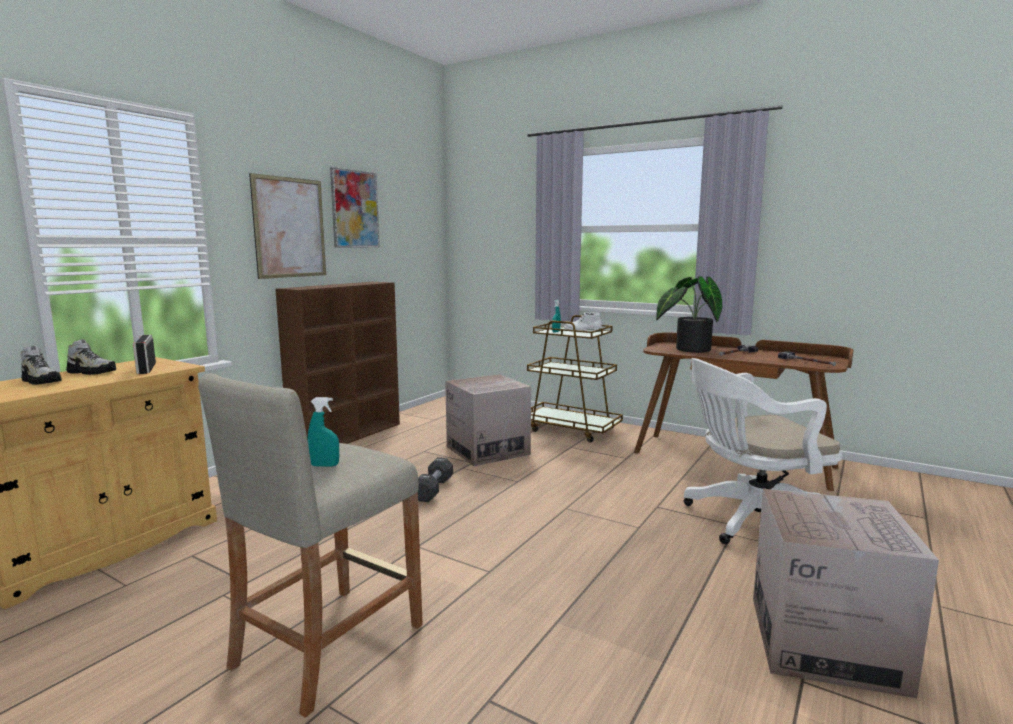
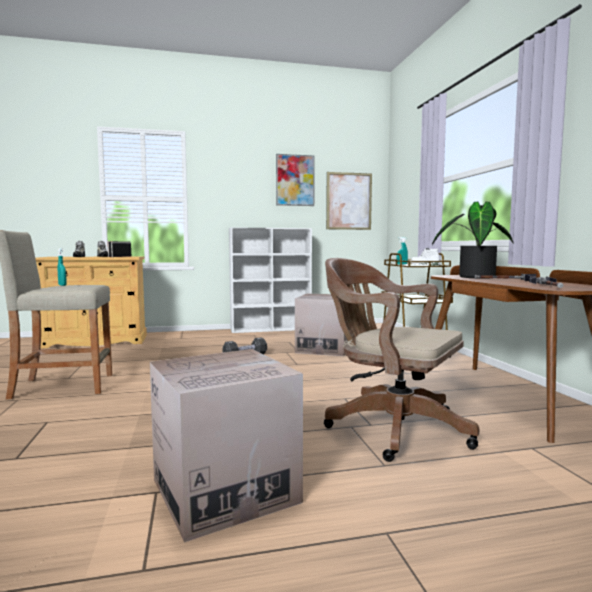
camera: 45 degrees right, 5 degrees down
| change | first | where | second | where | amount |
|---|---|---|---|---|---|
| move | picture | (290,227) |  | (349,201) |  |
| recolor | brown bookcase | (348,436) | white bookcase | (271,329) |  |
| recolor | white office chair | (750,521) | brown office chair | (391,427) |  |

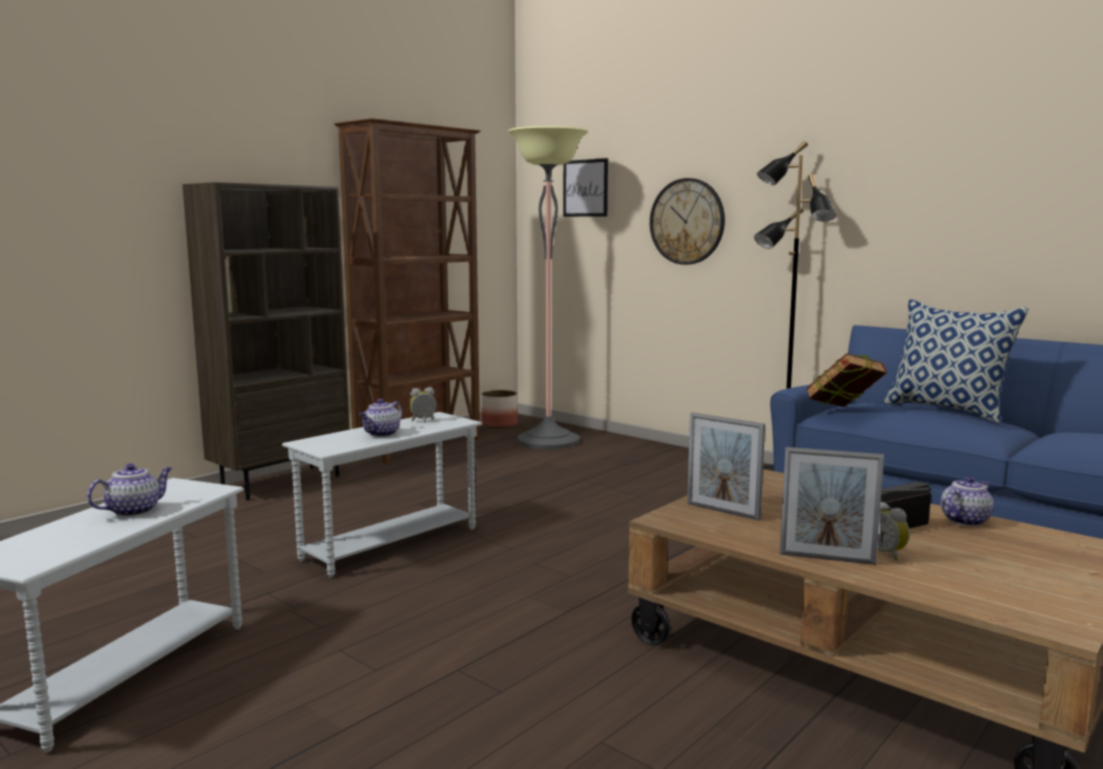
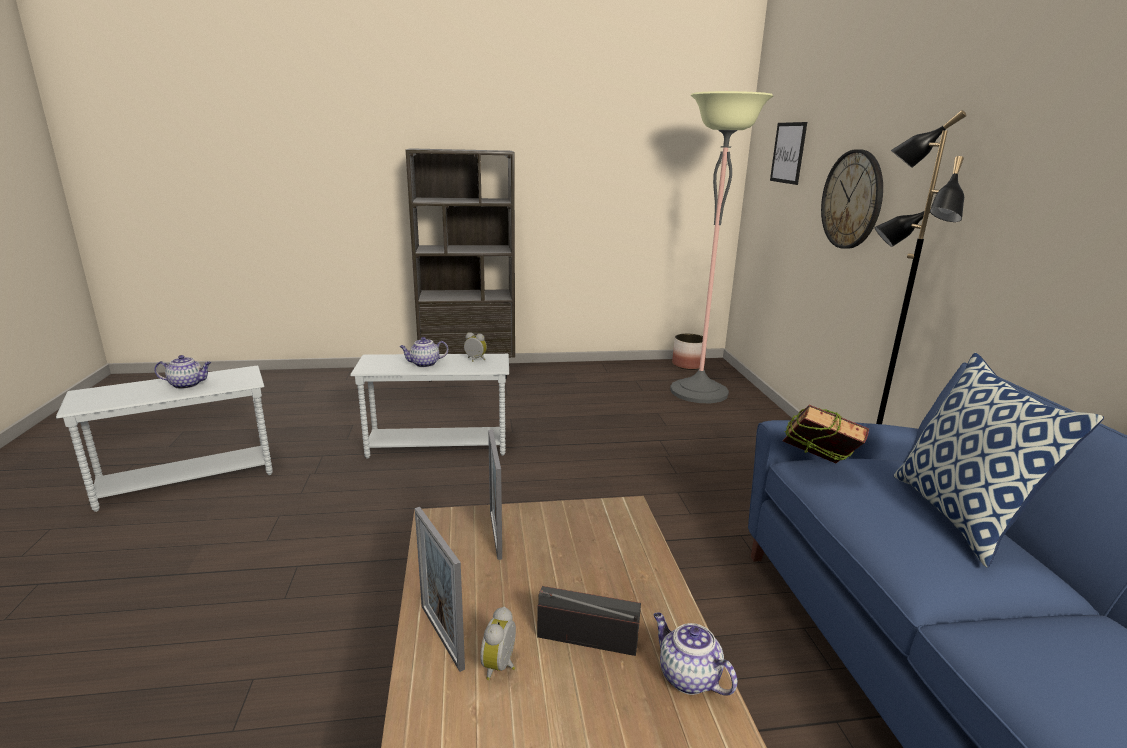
camera: 40 degrees right, 10 degrees up
| change | first | where | second | where | amount |
|---|---|---|---|---|---|
| delete | brown bookcase | (420,446) |  |  |  |
| rotate | teapot | (965,520) |  | (687,677) | 135 degrees counterclockwise |

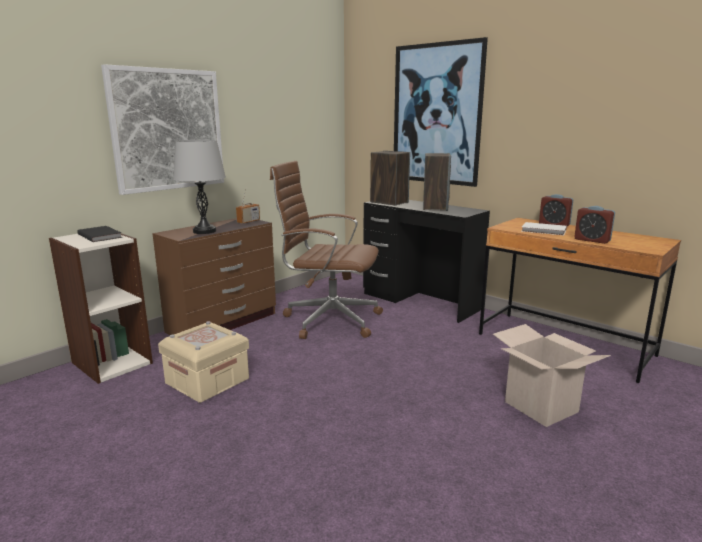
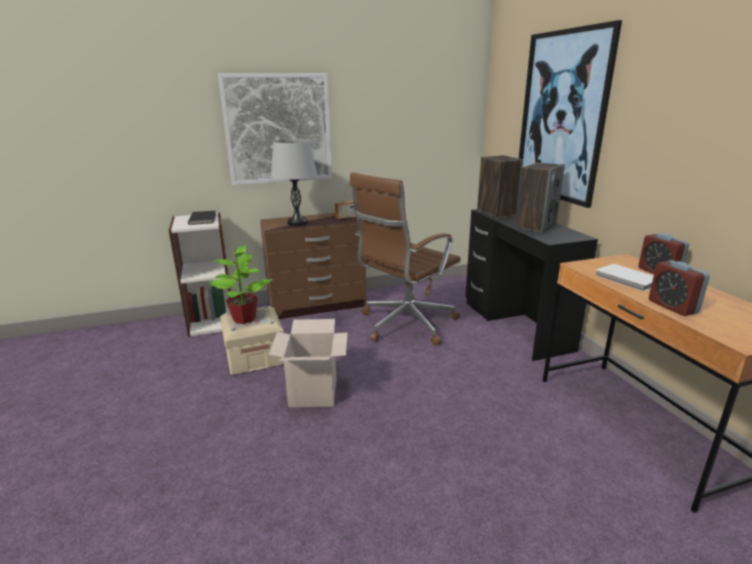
camera: 30 degrees right, 5 degrees up
| change | first | where | second | where | amount |
|---|---|---|---|---|---|
| insert |  |  | potted plant | (244,318) |  |
| move | cardboard box | (541,406) |  | (313,392) |  |
| rotate | brown office chair | (329,320) |  | (405,324) | 90 degrees counterclockwise |

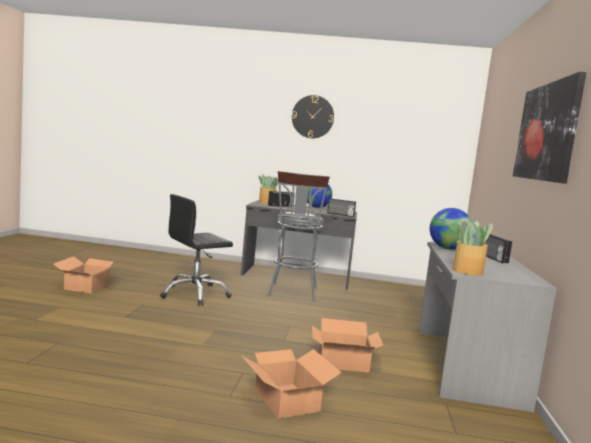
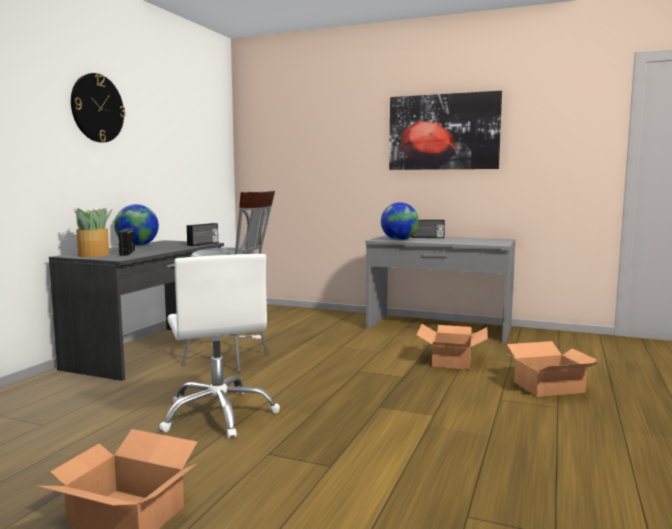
camera: 75 degrees left, 0 degrees up
| change | first | where | second | where | amount |
|---|---|---|---|---|---|
| delete | potted plant | (468,271) |  |  |  |
| recolor | black office chair | (194,294) | white office chair | (219,414) |  |

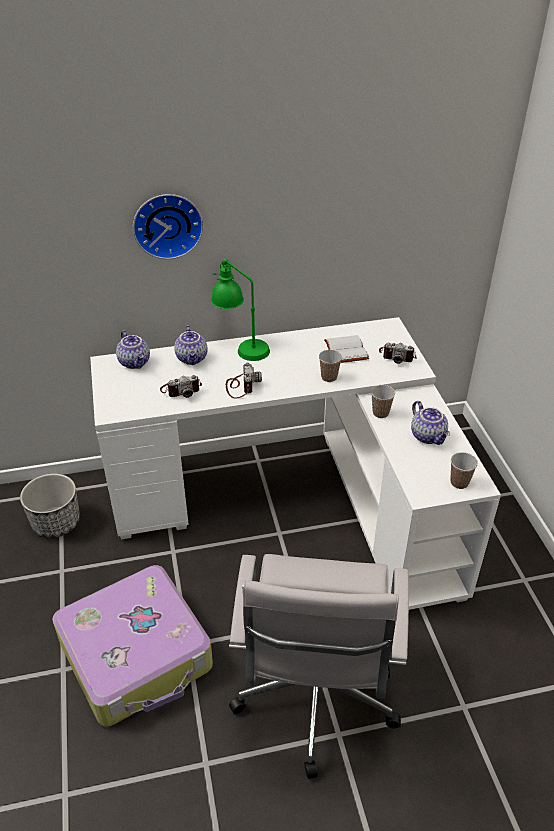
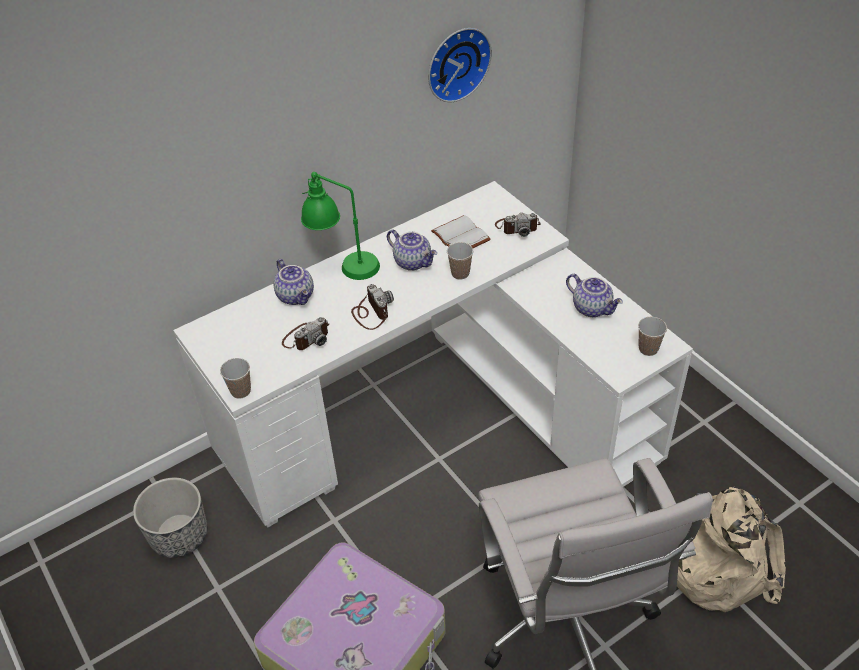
camera: 20 degrees left, 5 degrees up
| change | first | where | second | where | amount |
|---|---|---|---|---|---|
| insert |  |  | beige backpack | (716,561) |  |
| move | teapot | (135,362) |  | (413,262) |  |
| move | wall clock | (167,224) |  | (456,63) |  |
| move | cup | (380,413) |  | (241,391) |  |

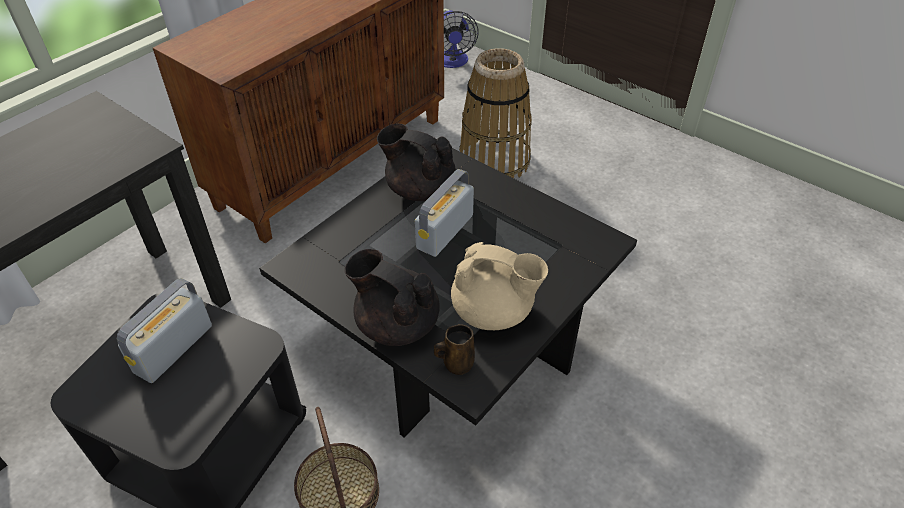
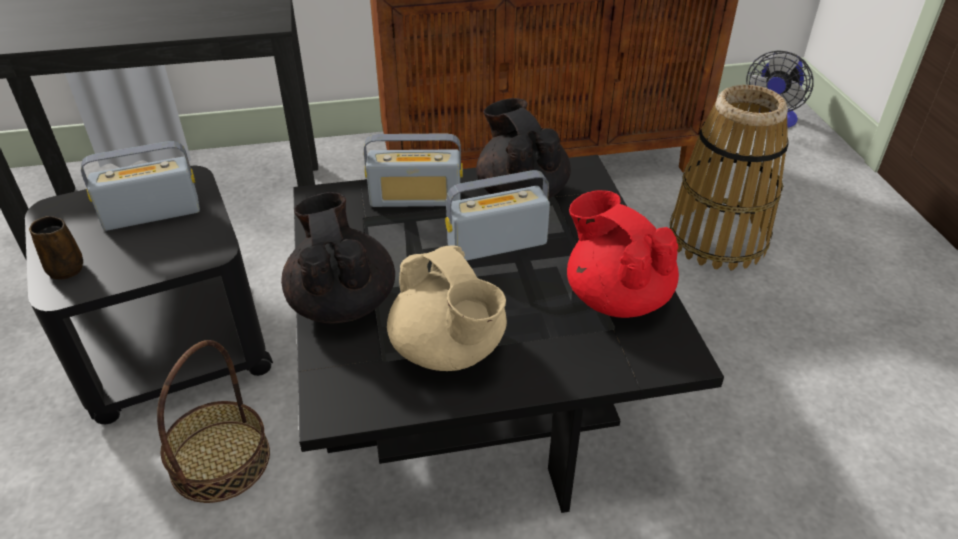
camera: 40 degrees right, 5 degrees down
| change | first | where | second | where | amount |
|---|---|---|---|---|---|
| insert |  |  | radio | (416,199) |  |
| insert |  |  | red teapot | (616,296) |  |
| move | brown mug | (456,363) |  | (64,268) |  |

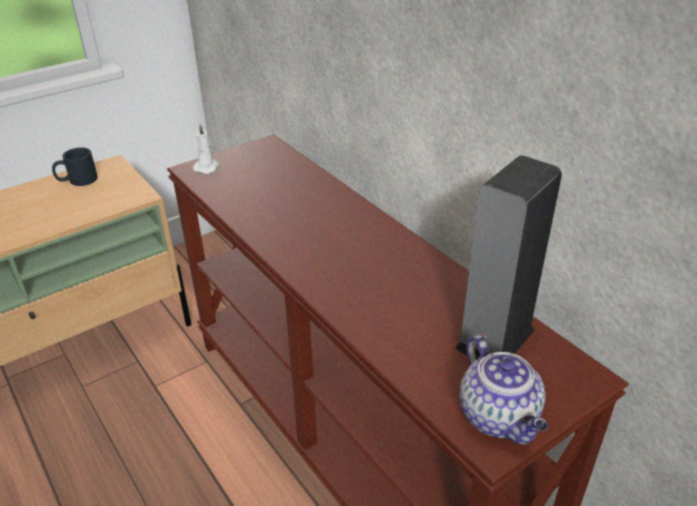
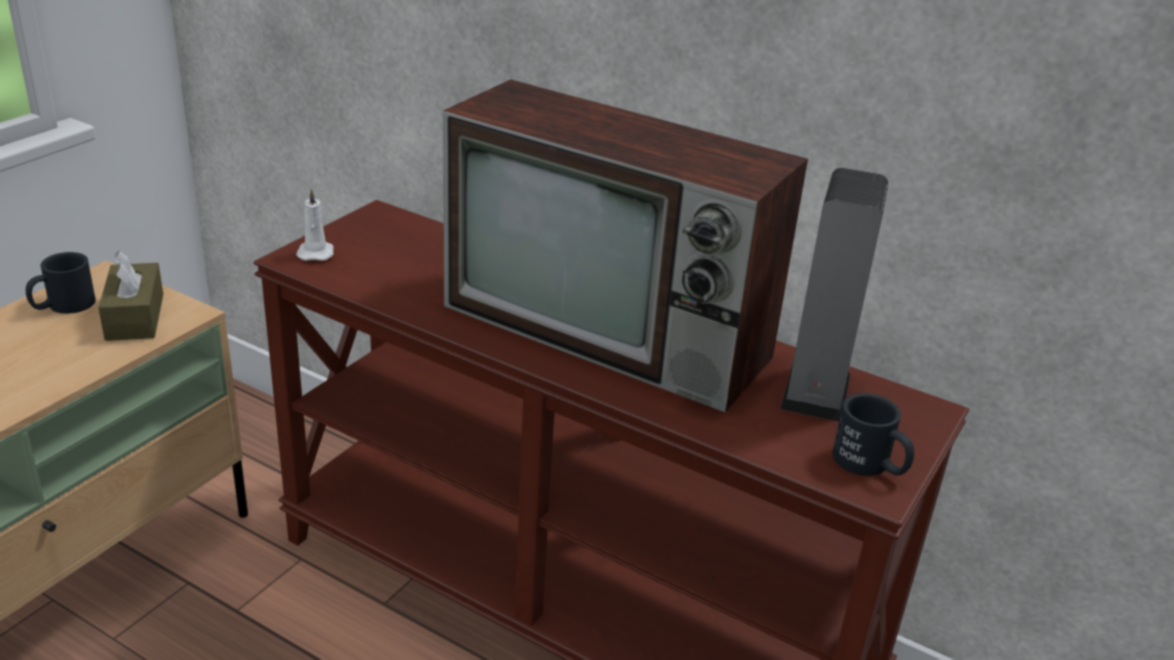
camera: 25 degrees left, 5 degrees down
| change | first | where | second | where | amount |
|---|---|---|---|---|---|
| insert |  |  | brown tissue box | (135,317) |  |
| insert |  |  | television | (612,333) |  |
| replace | teapot | (500,418) | black mug | (870,465) |  |

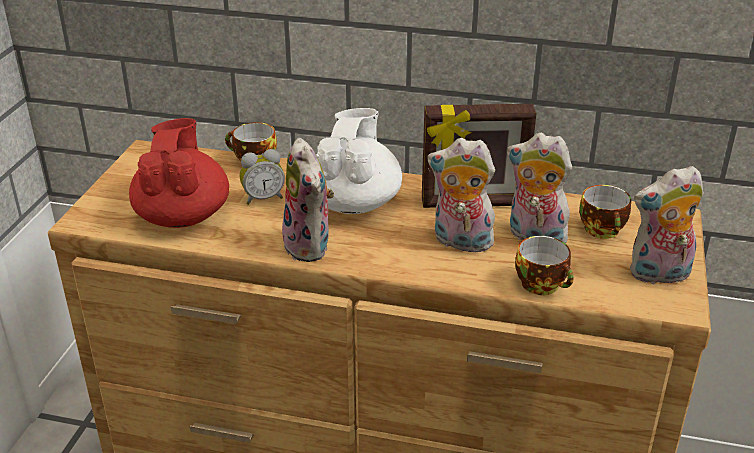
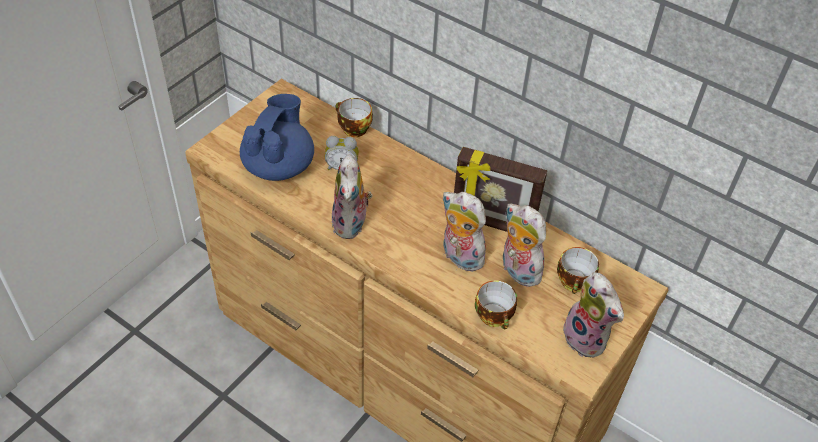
camera: 20 degrees right, 15 degrees up
| change | first | where | second | where | amount |
|---|---|---|---|---|---|
| delete | white teapot | (354,202) |  |  |  |
| recolor | red teapot | (183,215) | blue teapot | (279,166) |  |
| rotate | plush toy | (658,275) |  | (587,339) | 135 degrees counterclockwise |

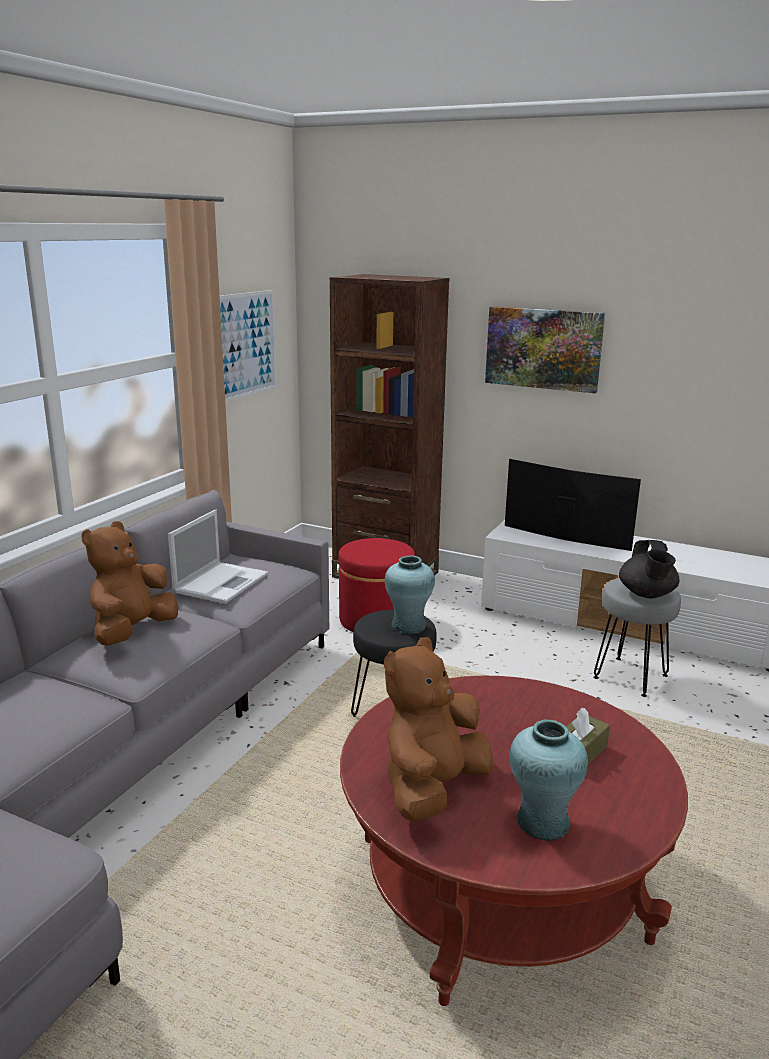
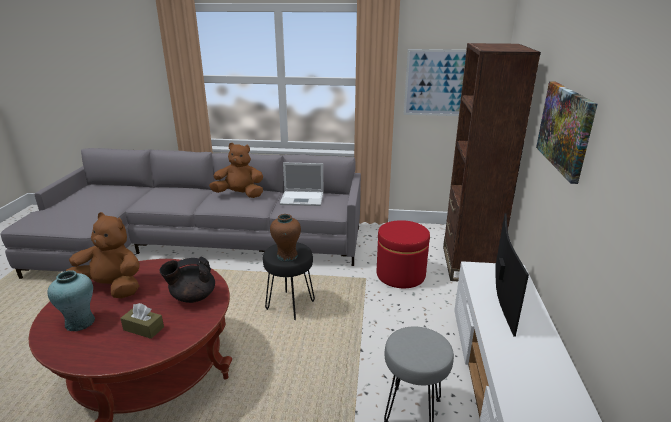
camera: 70 degrees right, 5 degrees up
| change | first | where | second | where | amount |
|---|---|---|---|---|---|
| move | black teapot | (647,594) |  | (192,297) |  |
| recolor | turquoise vase | (409,626) | brown vase | (287,256) |  |

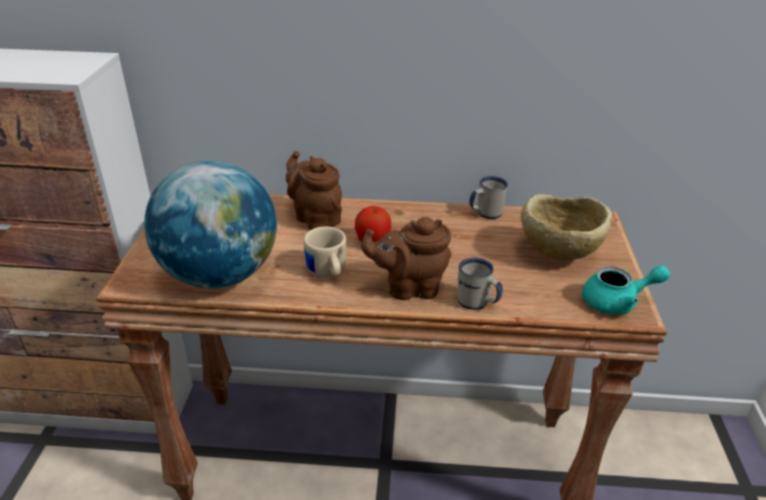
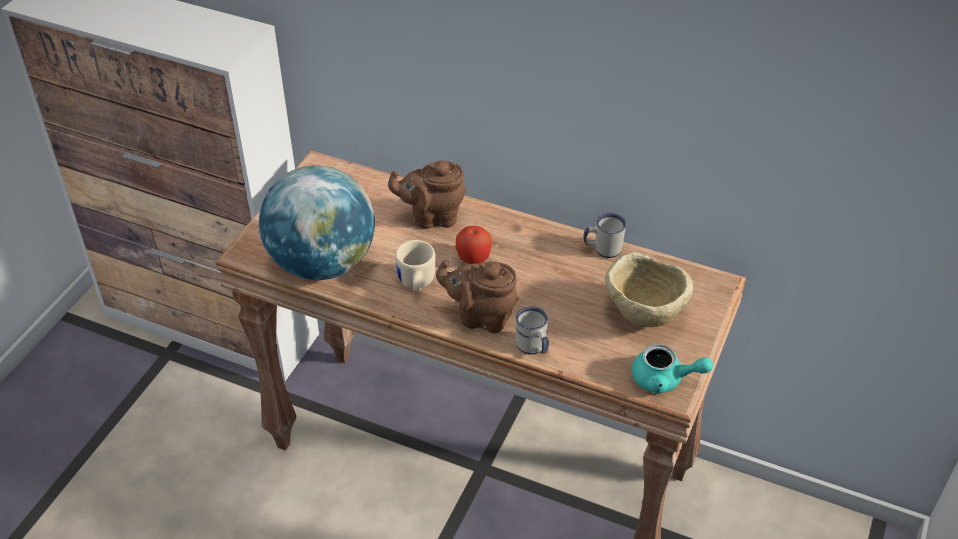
camera: 20 degrees right, 10 degrees up
| change | first | where | second | where | amount |
|---|---|---|---|---|---|
| rotate | brown teapot | (315,218) |  | (432,217) | 75 degrees counterclockwise |

